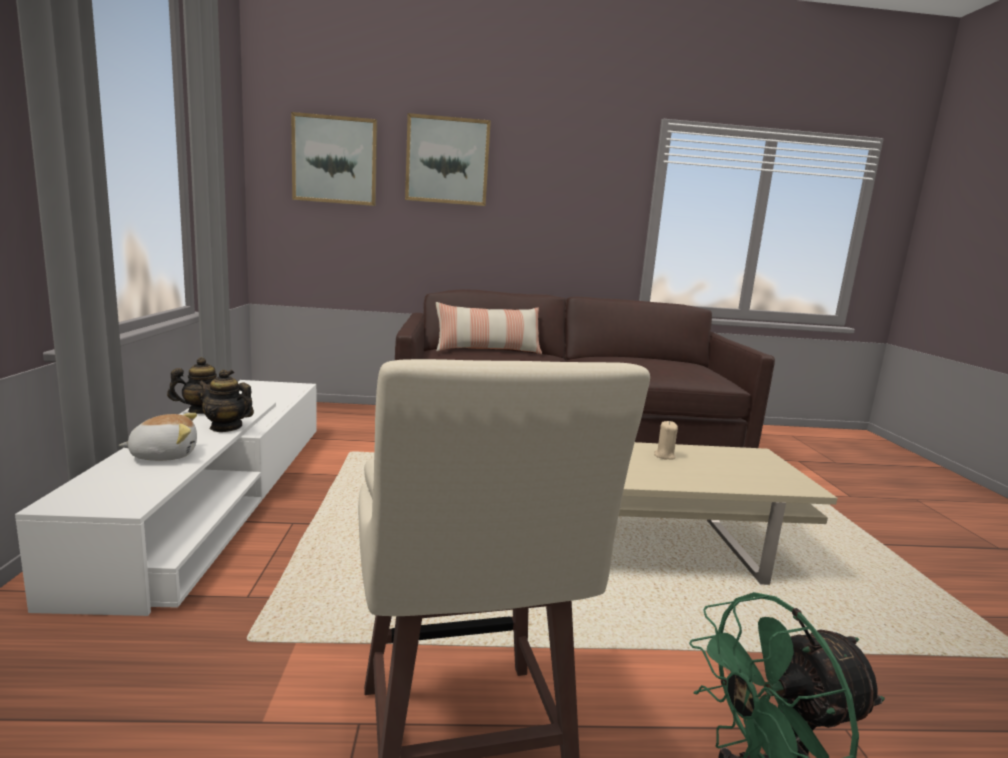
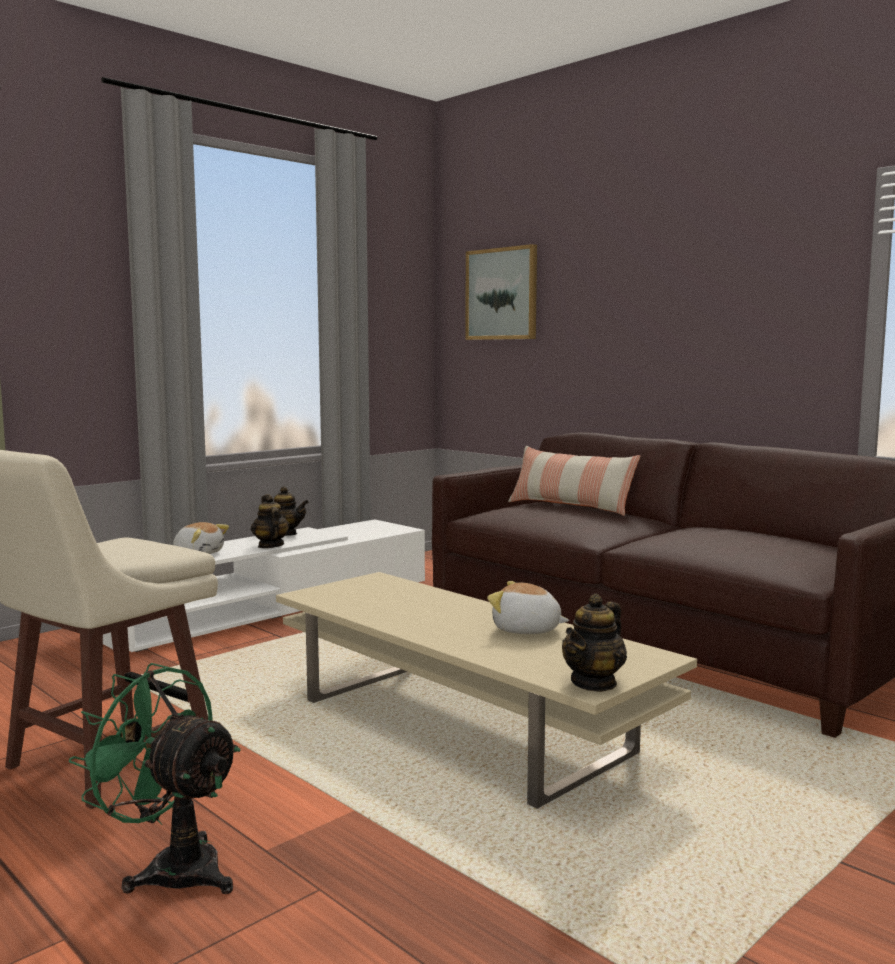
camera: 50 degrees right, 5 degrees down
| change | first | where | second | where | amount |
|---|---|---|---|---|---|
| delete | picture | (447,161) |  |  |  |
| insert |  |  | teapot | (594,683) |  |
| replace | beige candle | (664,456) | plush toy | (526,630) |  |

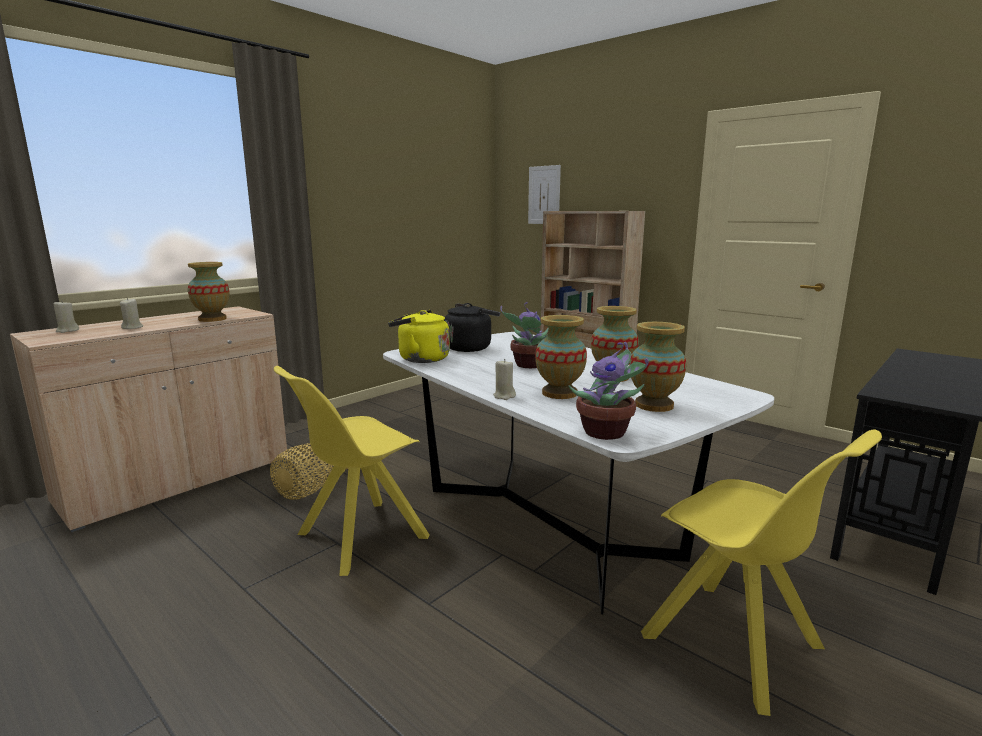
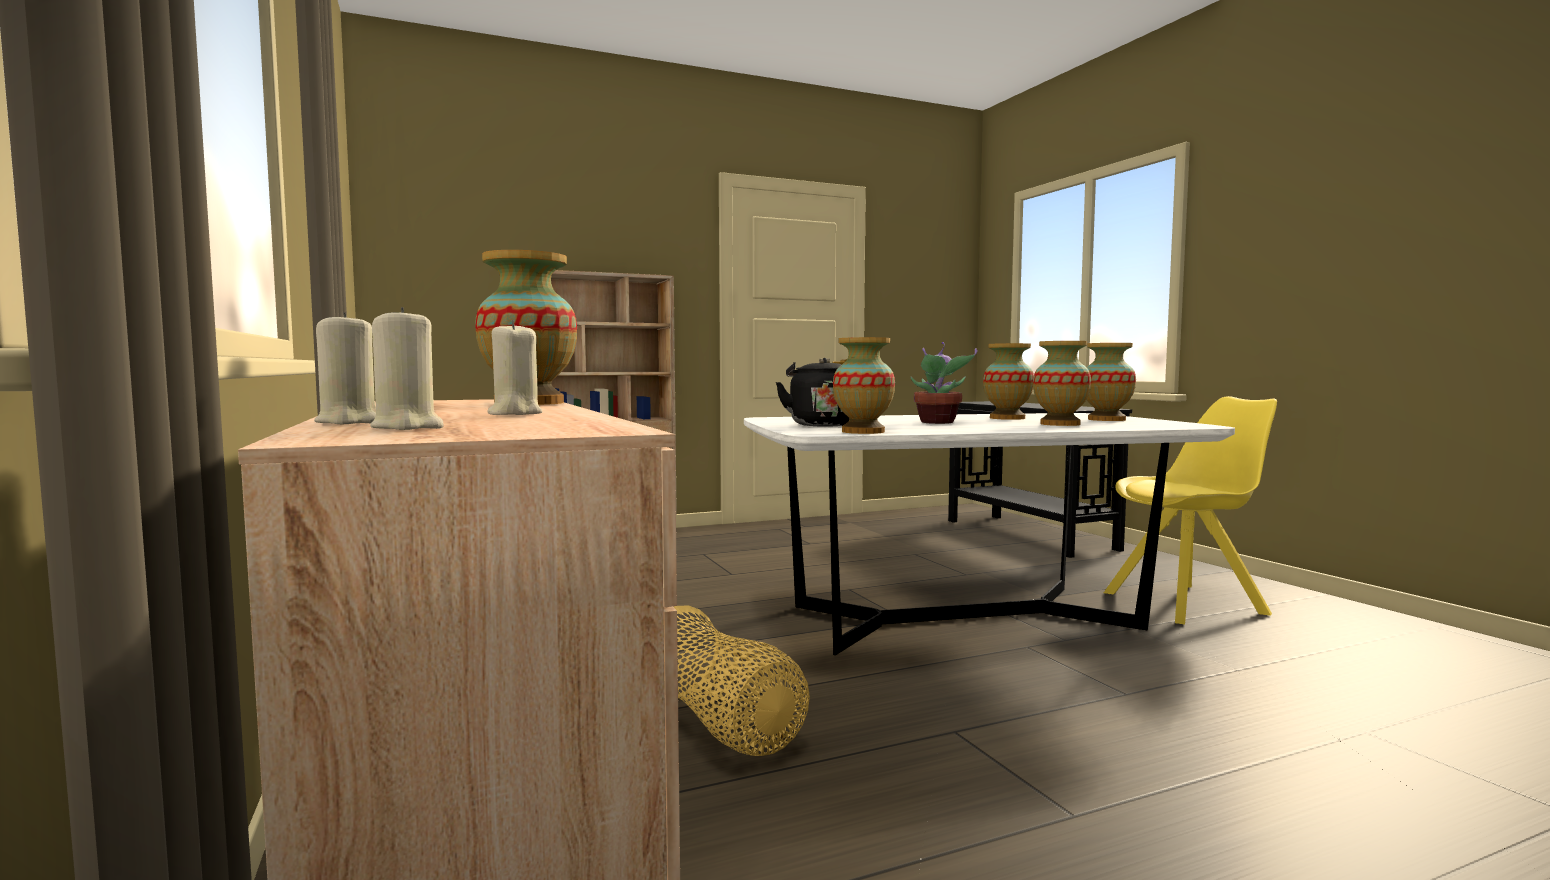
camera: 65 degrees left, 10 degrees down
| change | first | where | second | where | amount |
|---|---|---|---|---|---|
| delete | yellow chair | (359,537) |  |  |  |
| delete | picture | (544,195) |  |  |  |
| delete | potted plant | (607,433) |  |  |  |
| move | beige candle | (504,396) |  | (350,422) |  |
| replace | yellow kettle | (420,359) | vase | (862,432) |  |

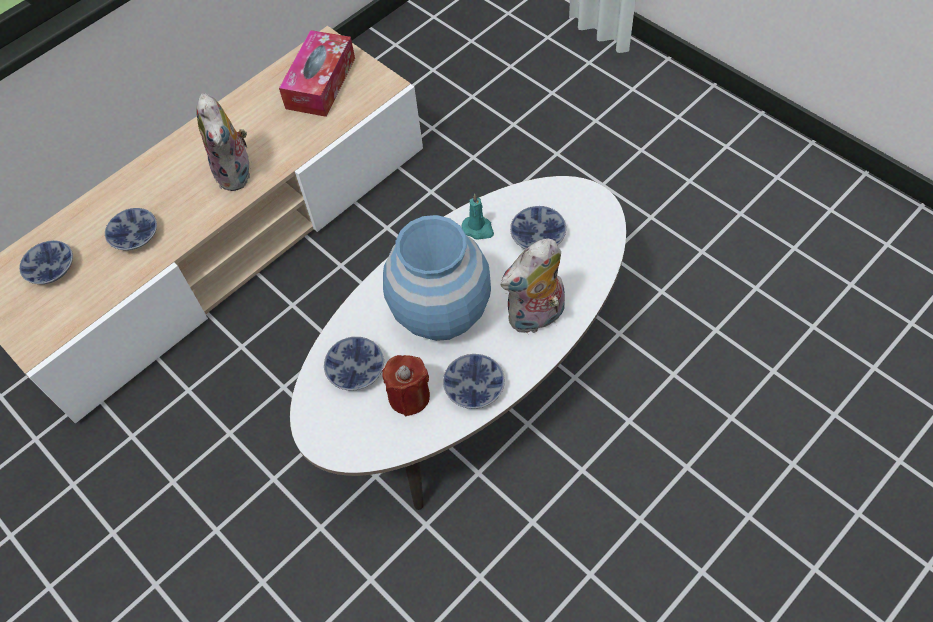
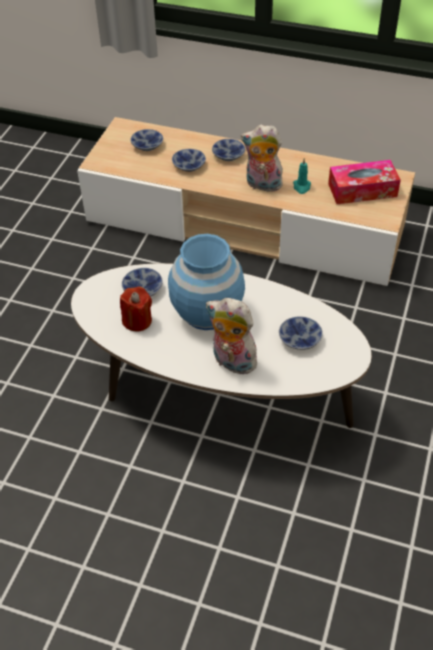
camera: 60 degrees right, 10 degrees down
| change | first | where | second | where | amount |
|---|---|---|---|---|---|
| move | bowl | (476,387) |  | (228,156) |  |
| move | turquoise candle | (478,229) |  | (301,187) |  |
| rotate | plush toy | (237,173) |  | (262,185) | 60 degrees clockwise |

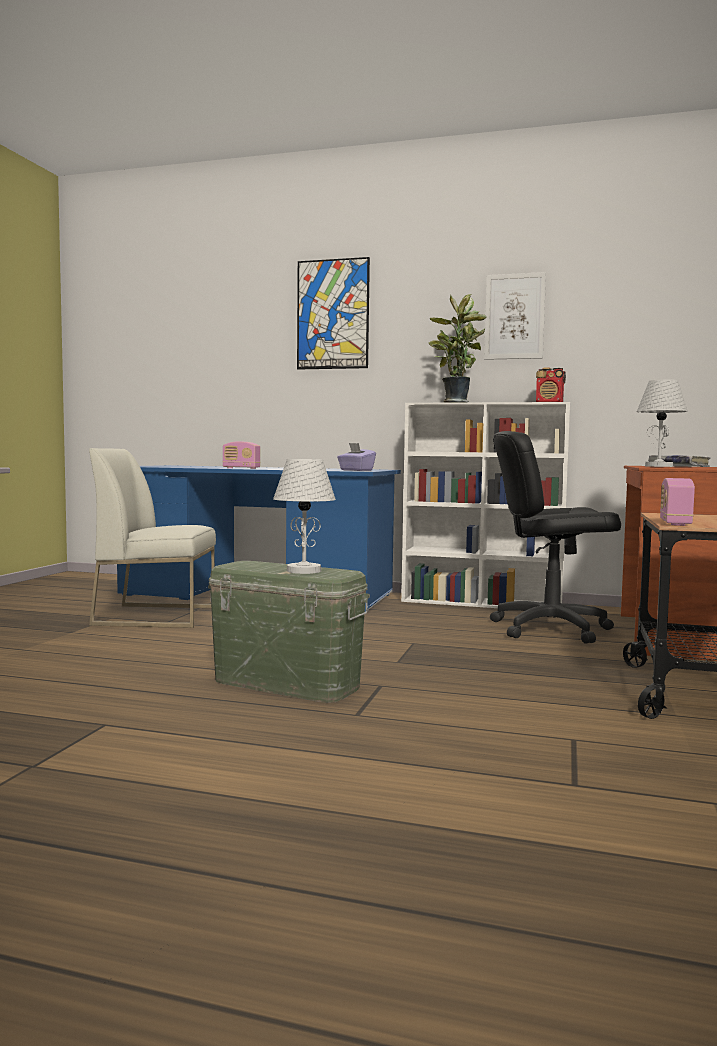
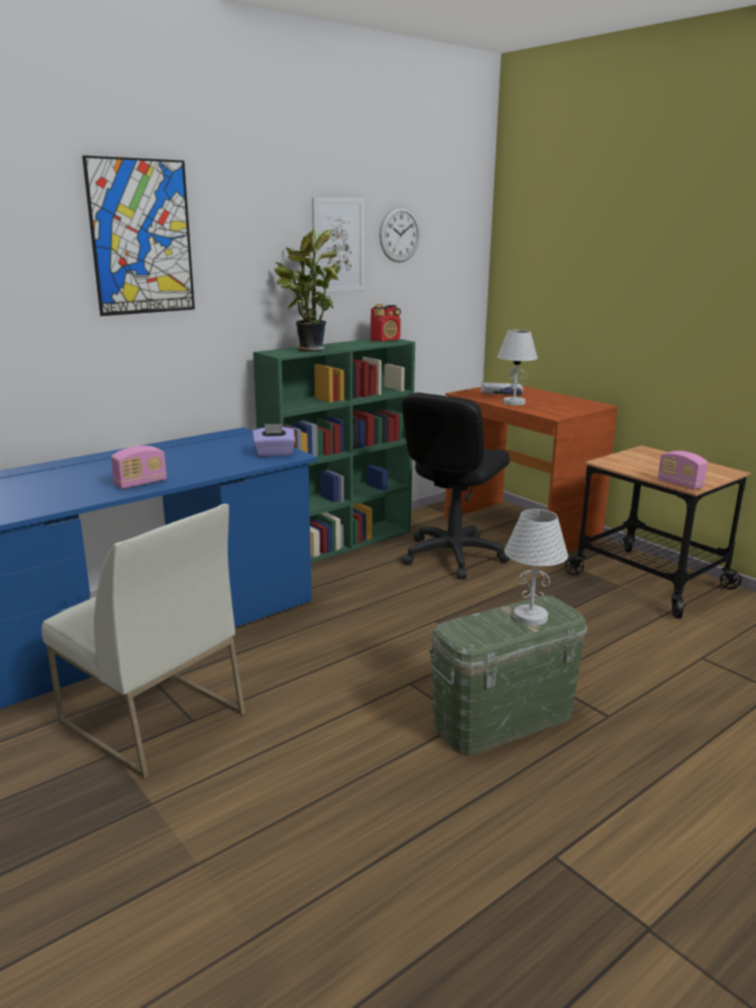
camera: 55 degrees left, 15 degrees up
| change | first | where | second | where | amount |
|---|---|---|---|---|---|
| insert |  |  | wall clock | (399,234) |  |
| recolor | white bookcase | (483,603) | green bookcase | (340,543) |  |
| rotate | white chair | (157,616) |  | (151,718) | 90 degrees counterclockwise |

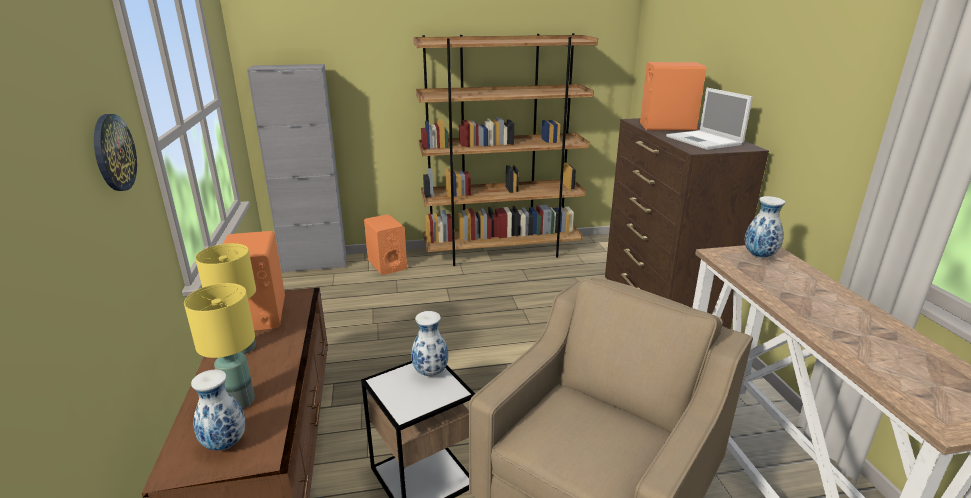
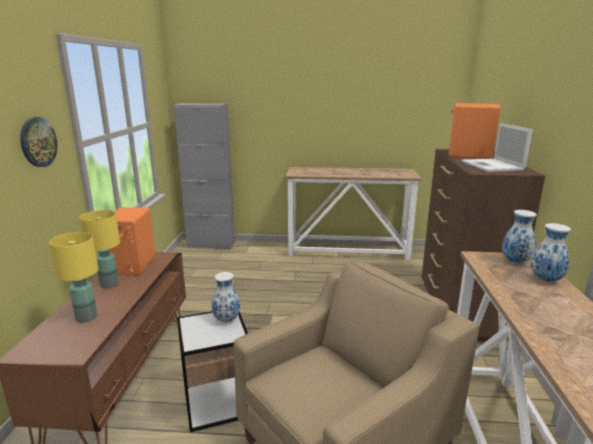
camera: 15 degrees right, 5 degrees down
| change | first | where | second | where | amount |
|---|---|---|---|---|---|
| delete | orange speaker | (387,265) |  |  |  |
| move | vase | (224,444) |  | (545,280) |  |
| replace | brown bookcase | (502,252) | console table | (348,251) |  |

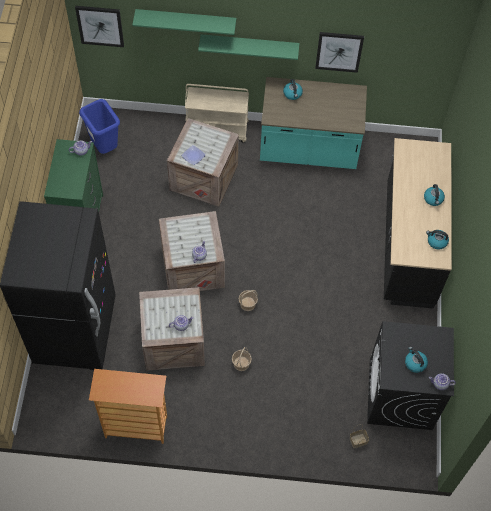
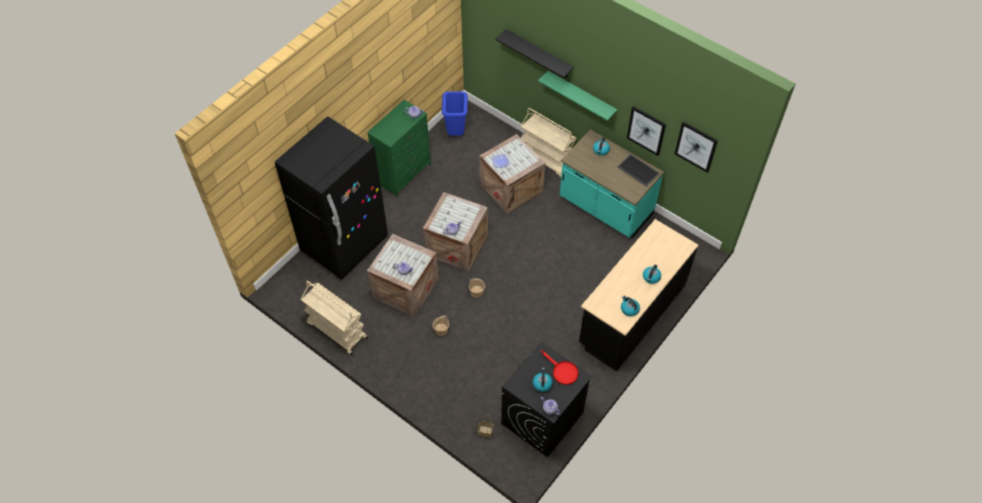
camera: 35 degrees right, 5 degrees down
| change | first | where | second | where | amount |
|---|---|---|---|---|---|
| insert |  |  | red frying pan | (562,371) |  |
| insert |  |  | tray | (639,170) |  |
| move | picture | (100,25) |  | (696,146) |  |
| replace | bookcase | (136,427) | beige cart | (336,331) |  |
| recolor | green shelf | (186,21) | black shelf | (539,54) |  |

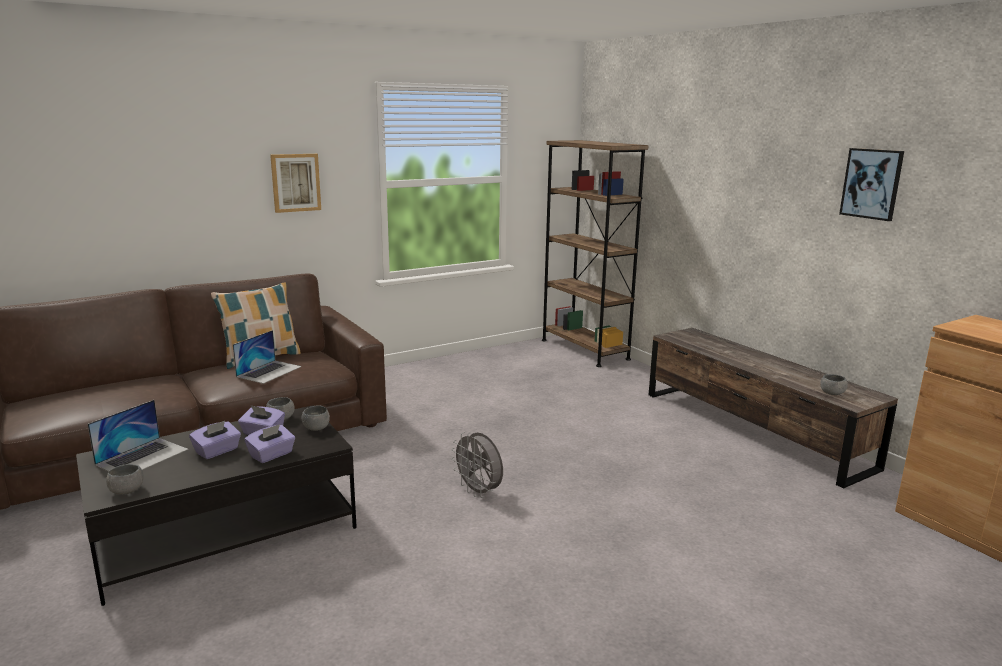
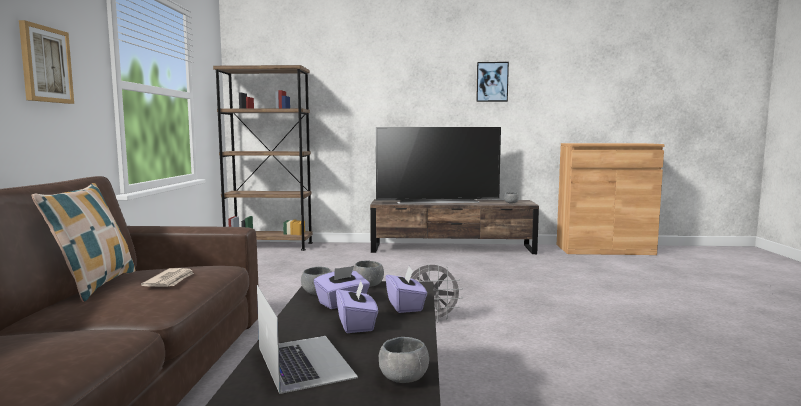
camera: 55 degrees left, 10 degrees down
| change | first | where | second | where | amount |
|---|---|---|---|---|---|
| insert |  |  | television | (437,201) |  |
| replace | laptop | (269,371) | newspaper | (170,280) |  |

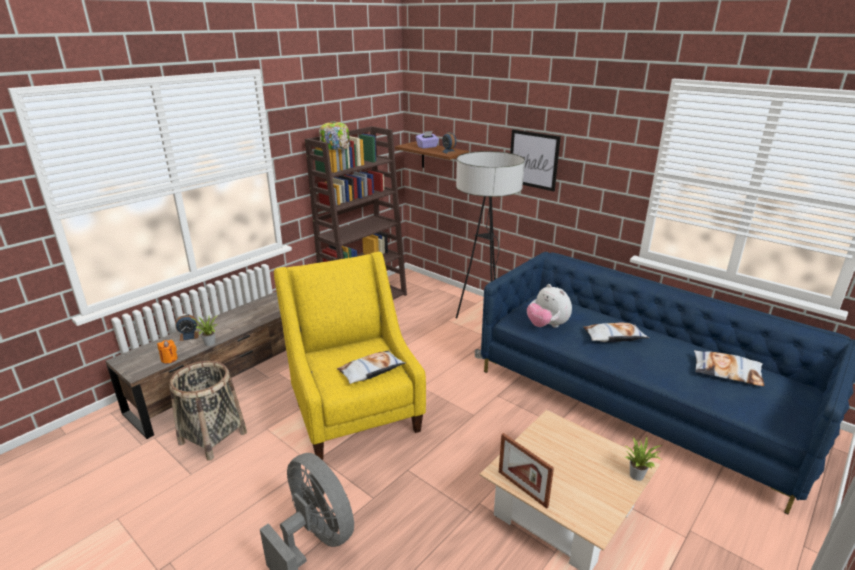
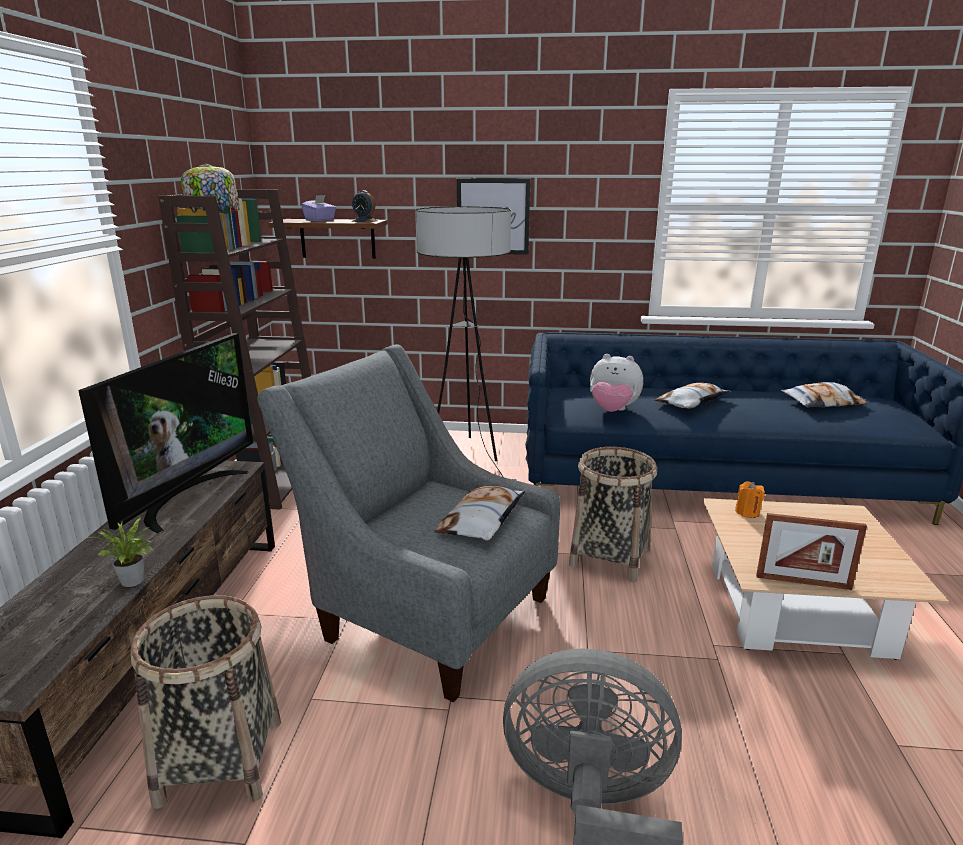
camera: 35 degrees left, 5 degrees down
| change | first | where | second | where | amount |
|---|---|---|---|---|---|
| delete | alarm clock | (189,336) |  |  |  |
| delete | potted plant | (637,474) |  |  |  |
| insert |  |  | television | (186,497) |  |
| insert |  |  | basket | (610,557) |  |
| move | orange candle | (169,359) |  | (747,512) |  |
| recolor | yellow armchair | (354,411) | grey armchair | (425,612) |  |

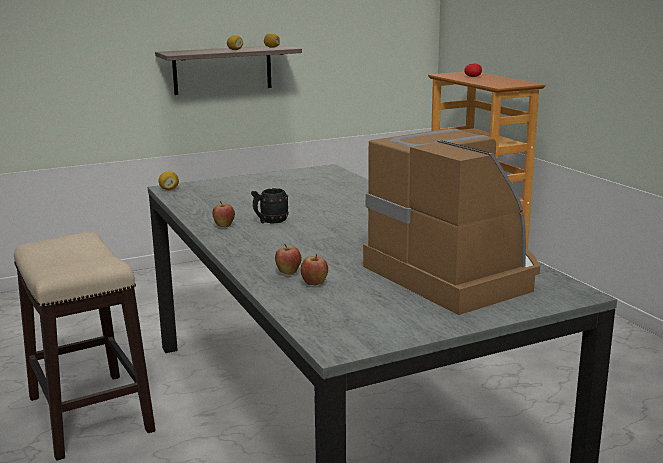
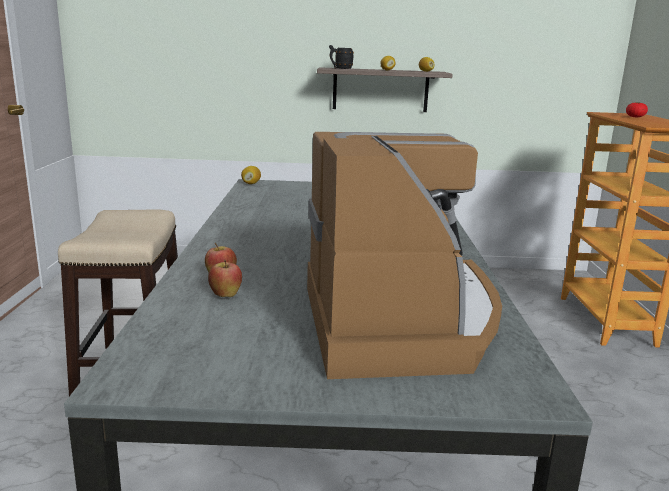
camera: 25 degrees right, 0 degrees up
| change | first | where | second | where | amount |
|---|---|---|---|---|---|
| delete | apple | (224,227) |  |  |  |
| move | black mug | (270,221) |  | (340,68) |  |

